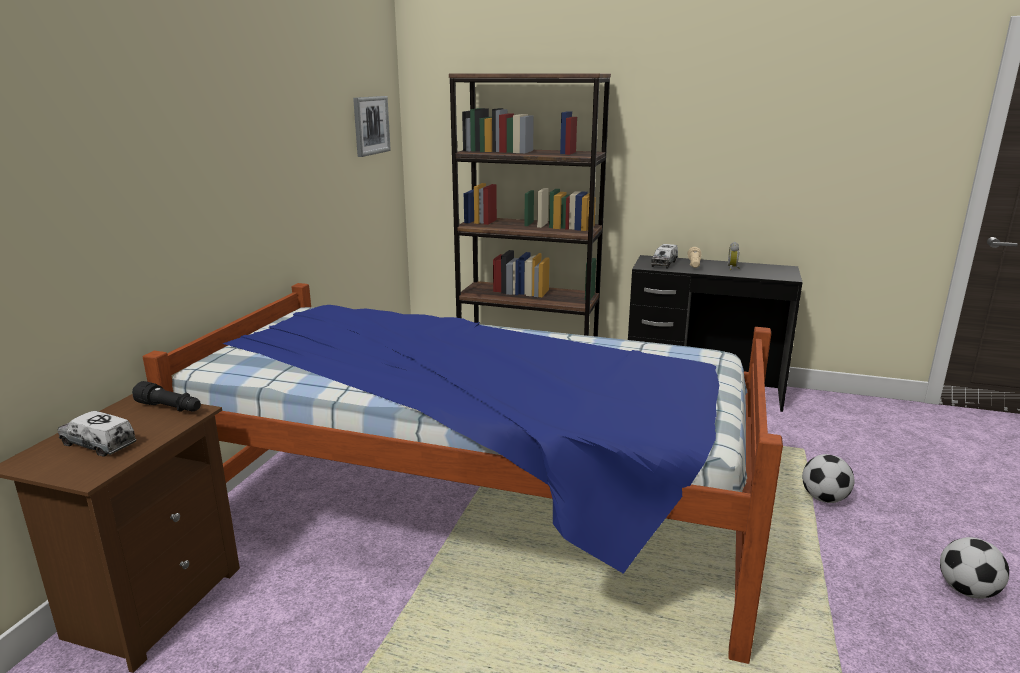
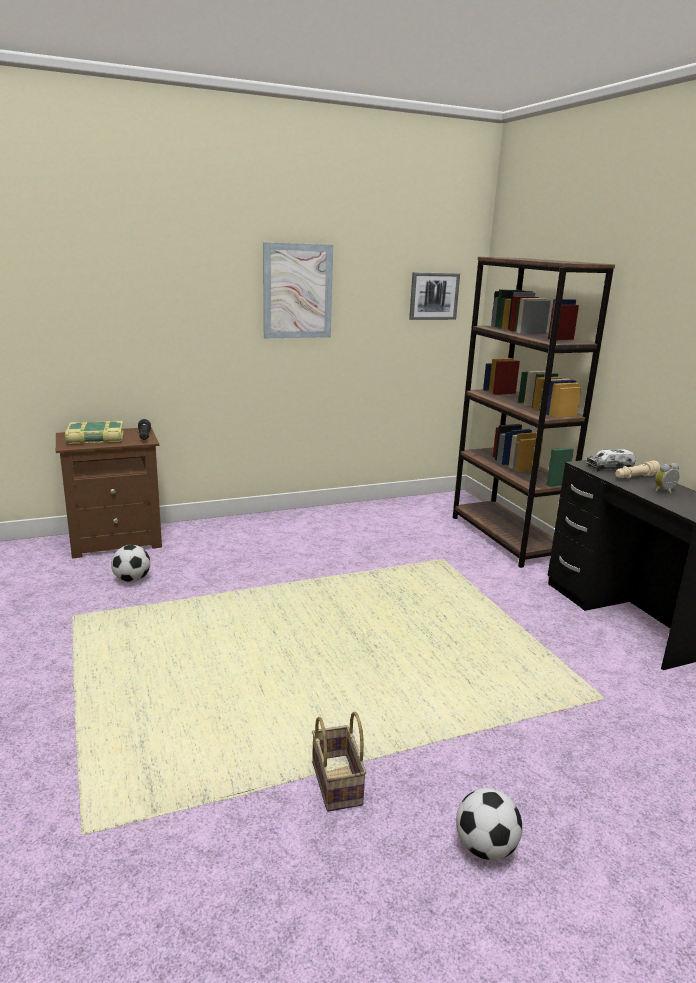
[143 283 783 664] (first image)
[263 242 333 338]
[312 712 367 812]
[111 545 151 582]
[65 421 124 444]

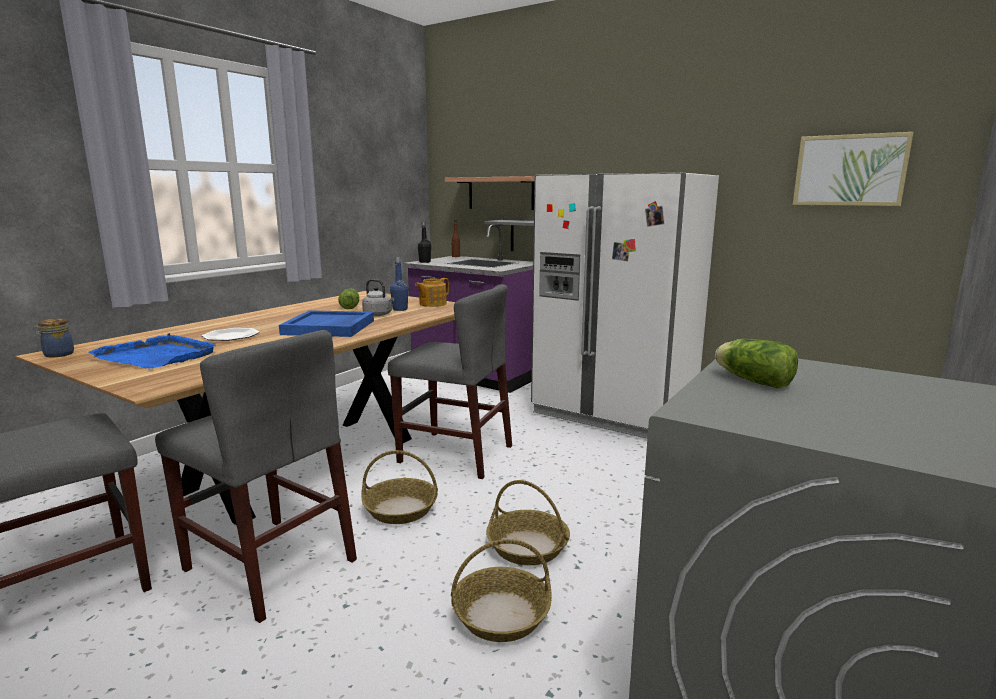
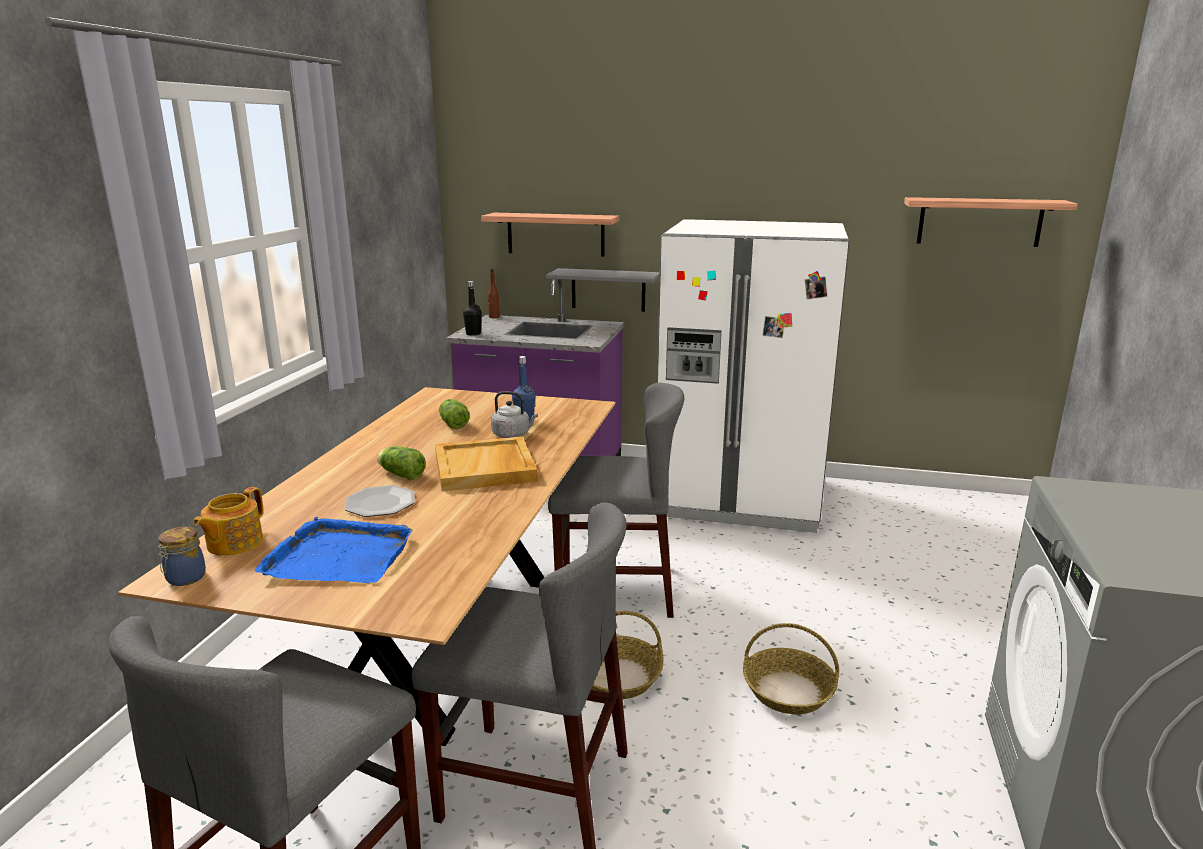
[451 539 552 642] (first image)
[193 487 264 556]
[377 446 426 479]
[904 197 1077 247]
[435 436 538 491]

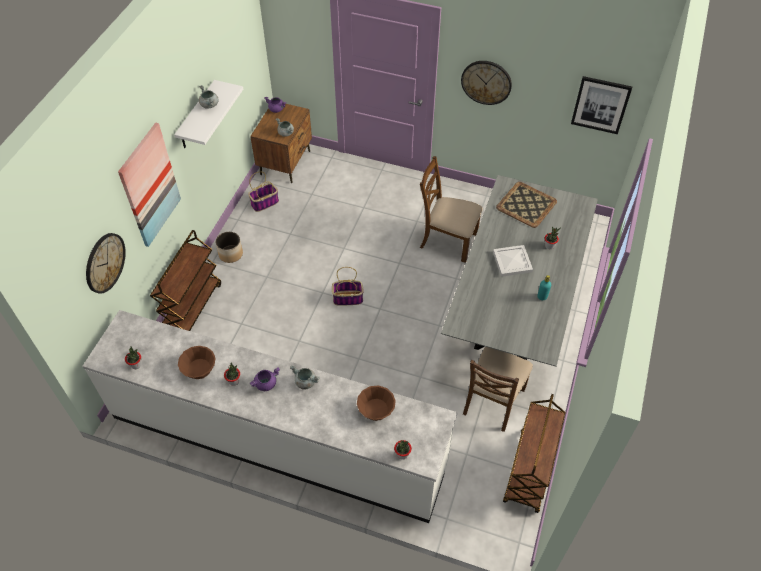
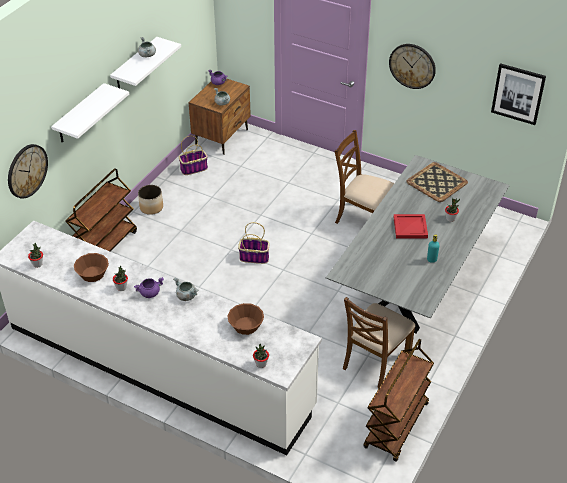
[51 83 129 142]
[393 214 428 239]

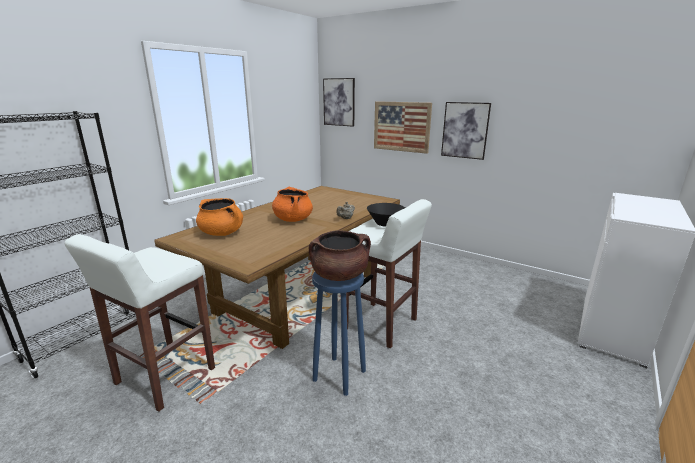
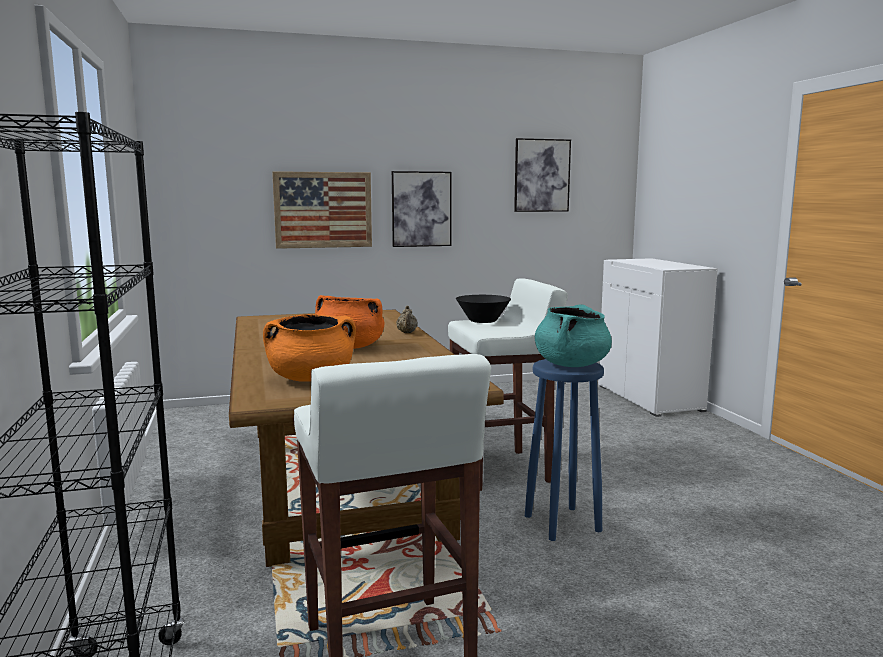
[514 138 571 212]
[535 304 612 367]

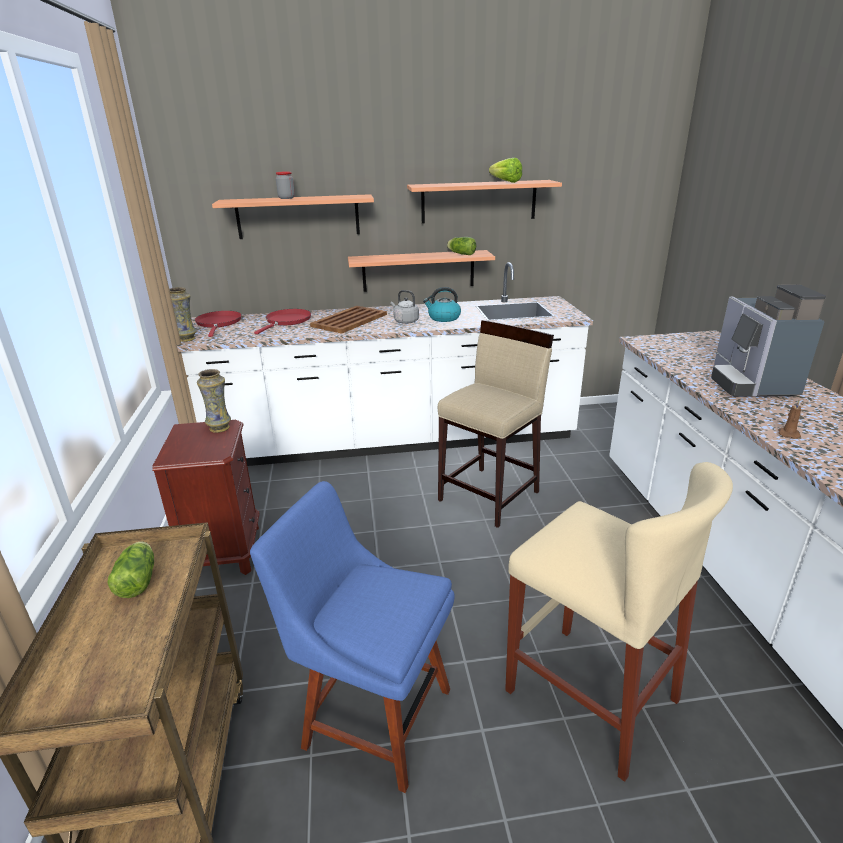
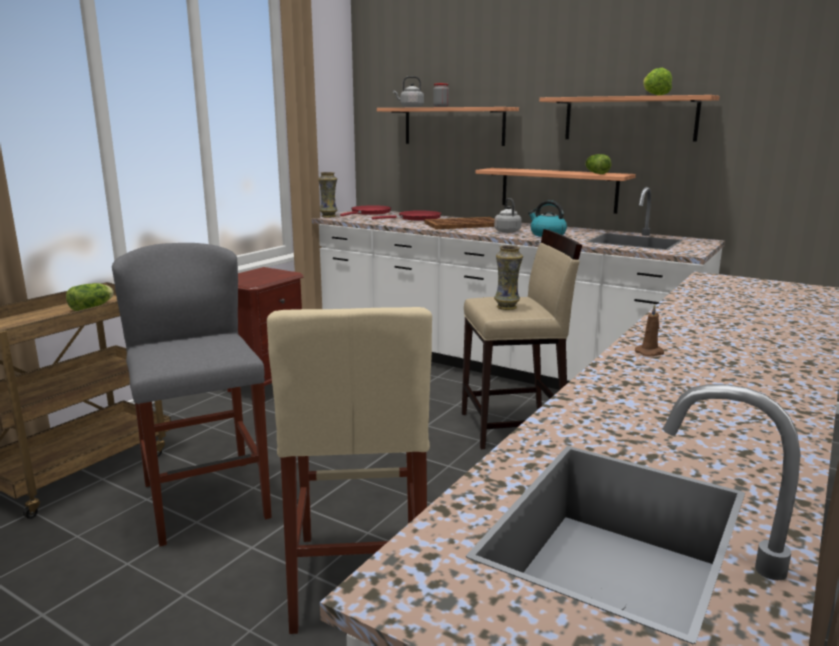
[711 284 826 397] (first image)
[393 76 424 108]
[494 245 523 310]
[112 243 272 547]

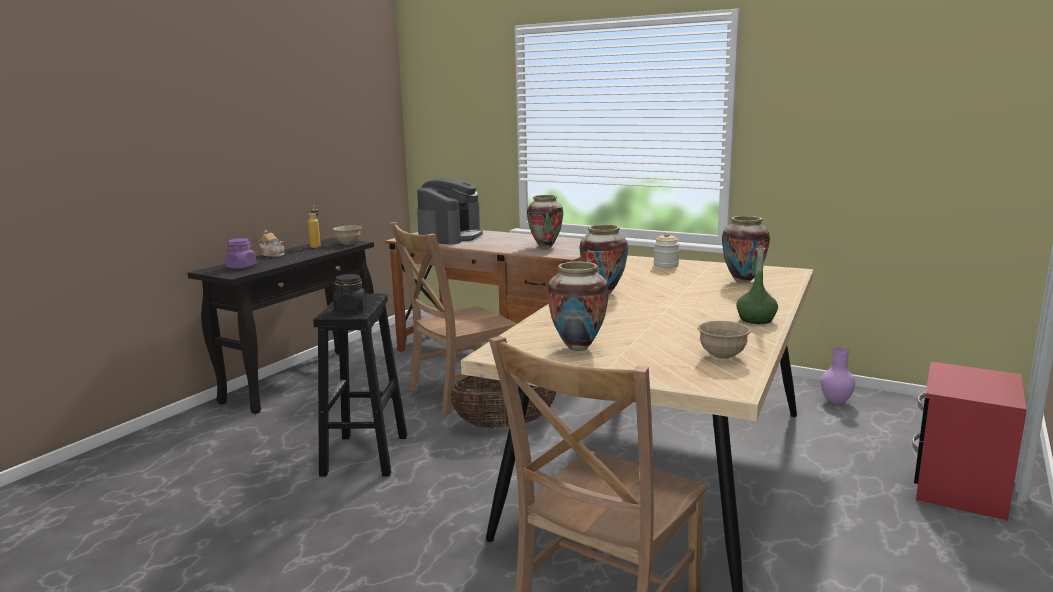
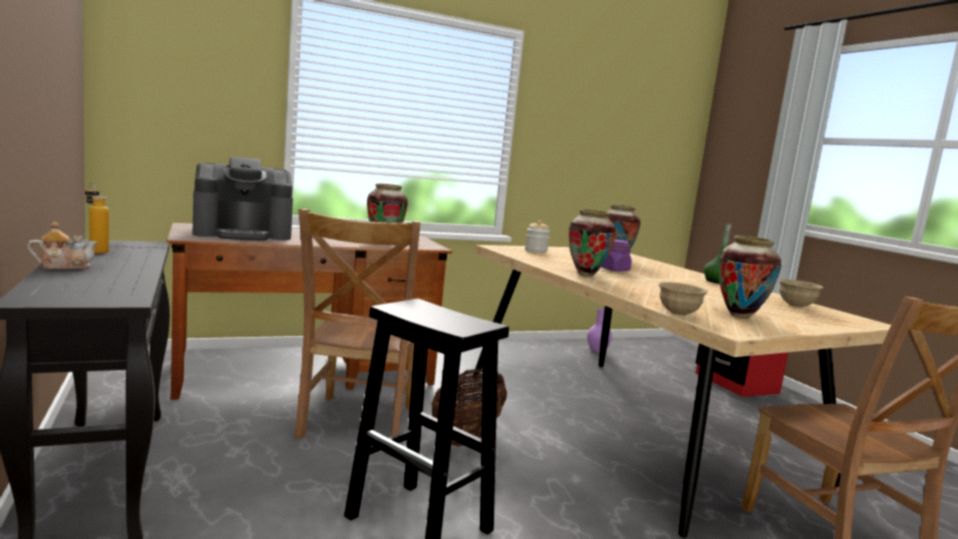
[333 274 367 312] (first image)
[601 239 632 272]
[659 282 708 316]
[193 157 293 241]

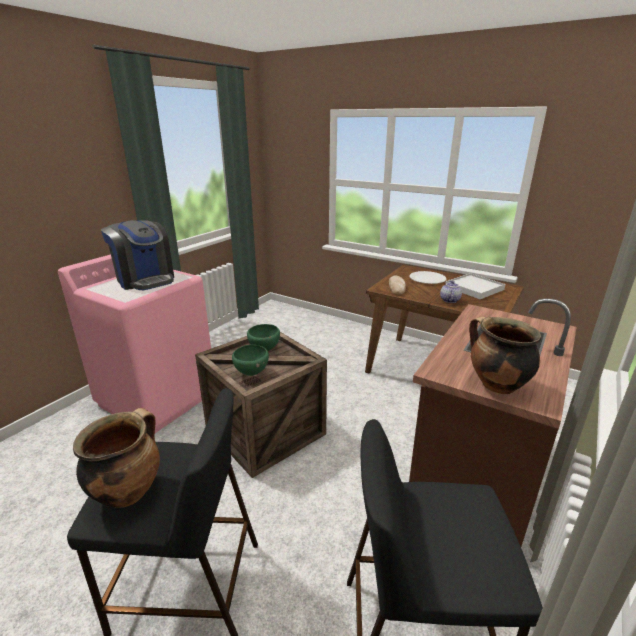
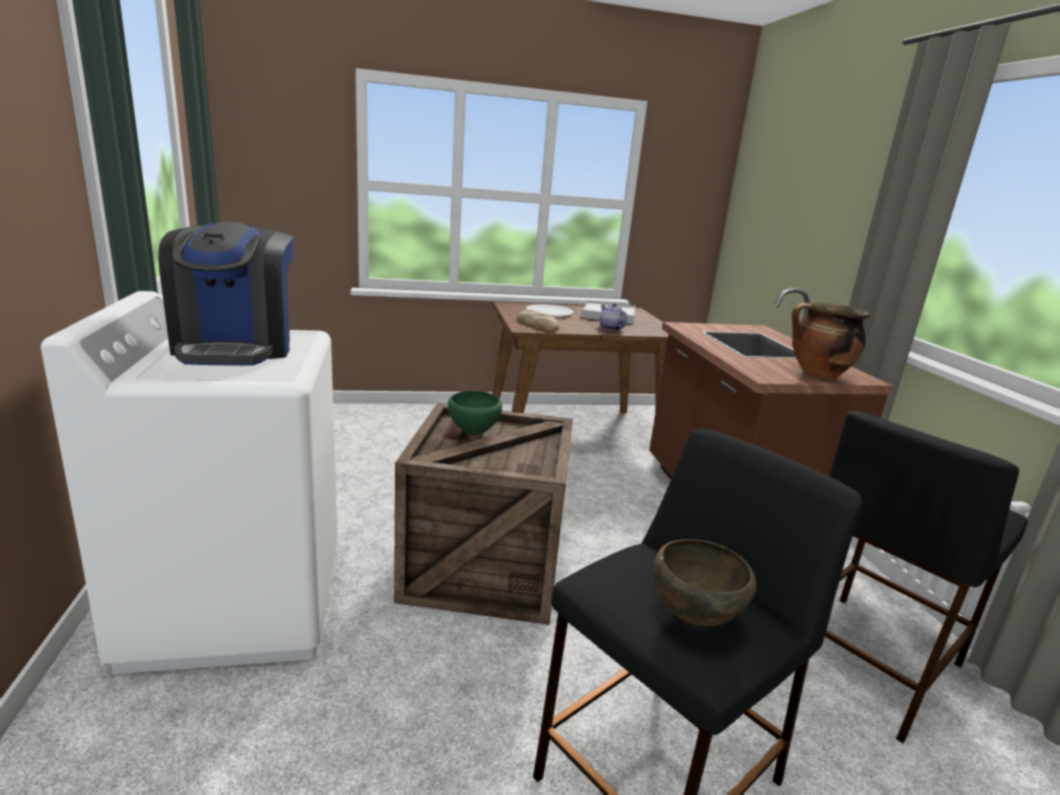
[232 345 269 376] (first image)
[654 539 756 627]
[41 291 338 674]
[158 222 294 366]

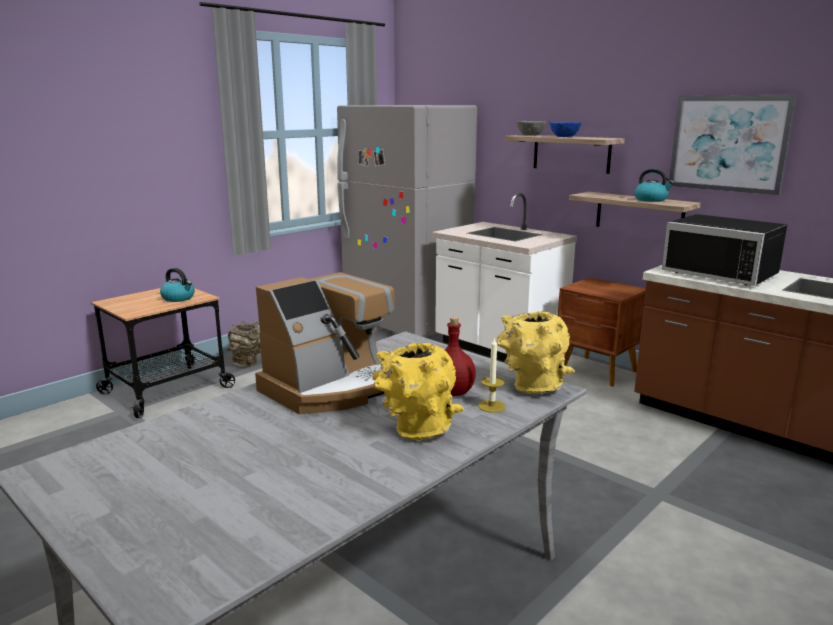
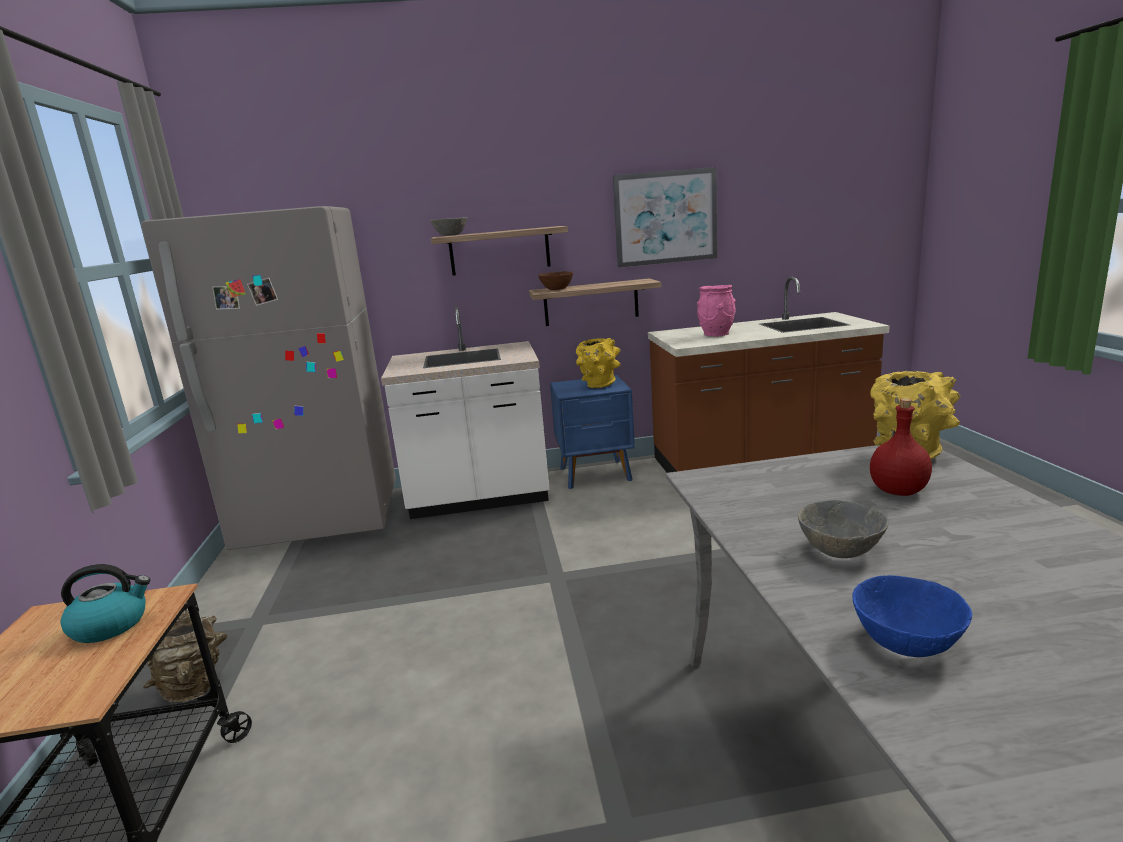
[478 337 506 413] (first image)
[634 169 674 202] (first image)
[538 271 573 290]
[576 338 621 388]
[853 575 972 657]
[798 500 889 558]
[697 285 736 337]
[550 375 635 489]

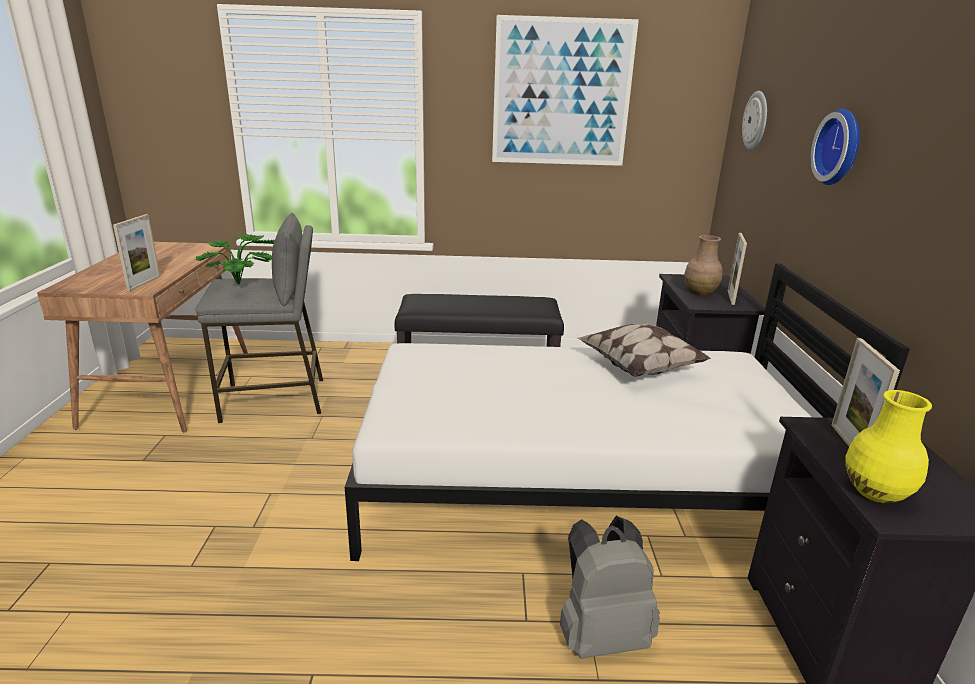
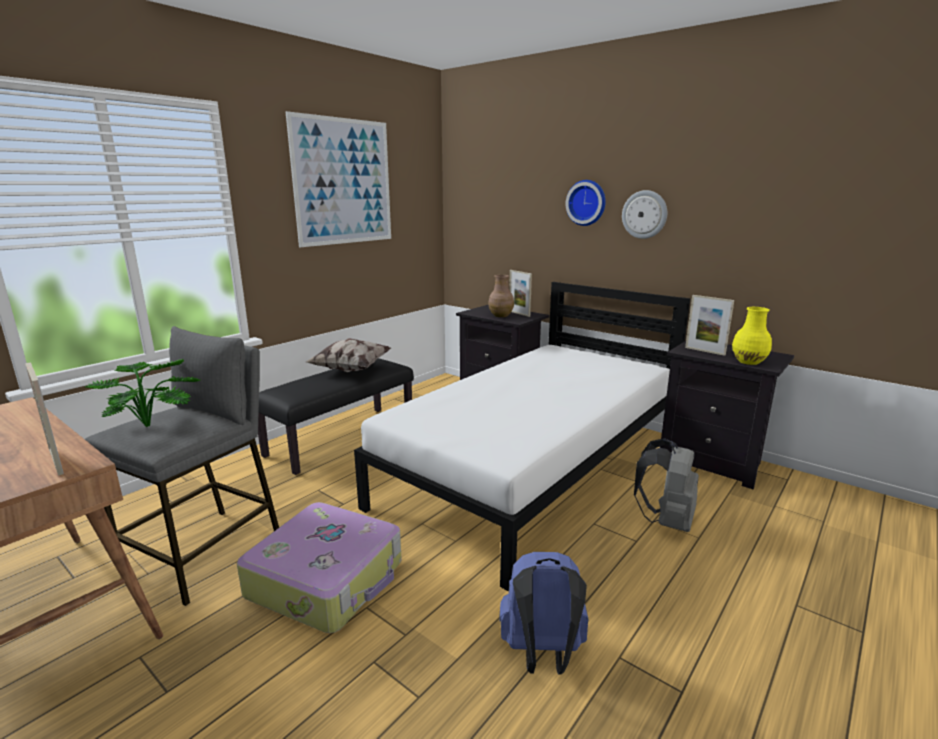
[237 502 402 633]
[499 552 588 675]
[306 338 391 372]
[622 190 667 239]

